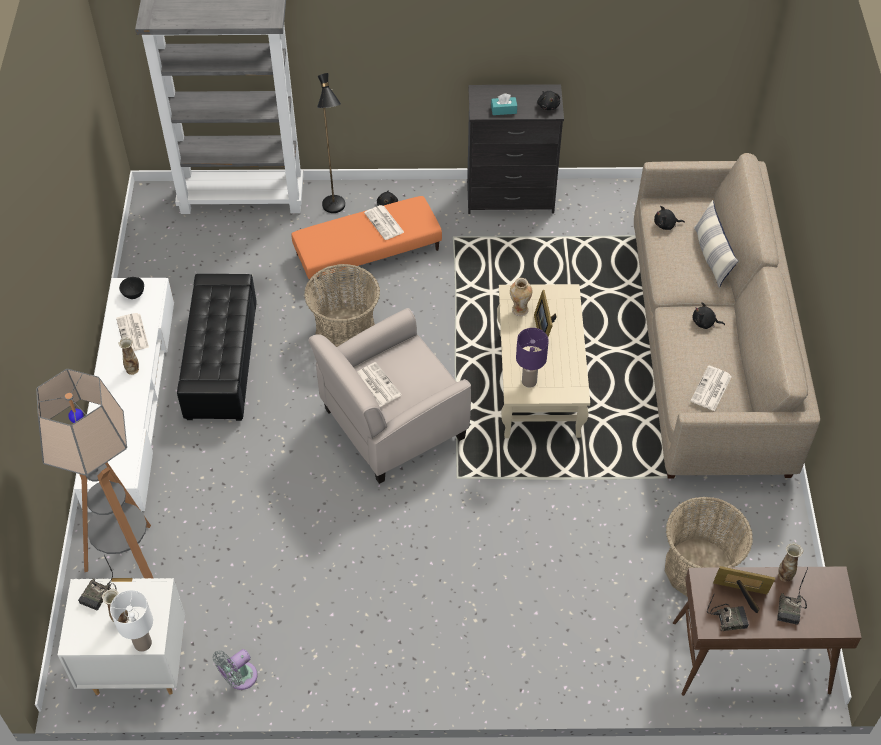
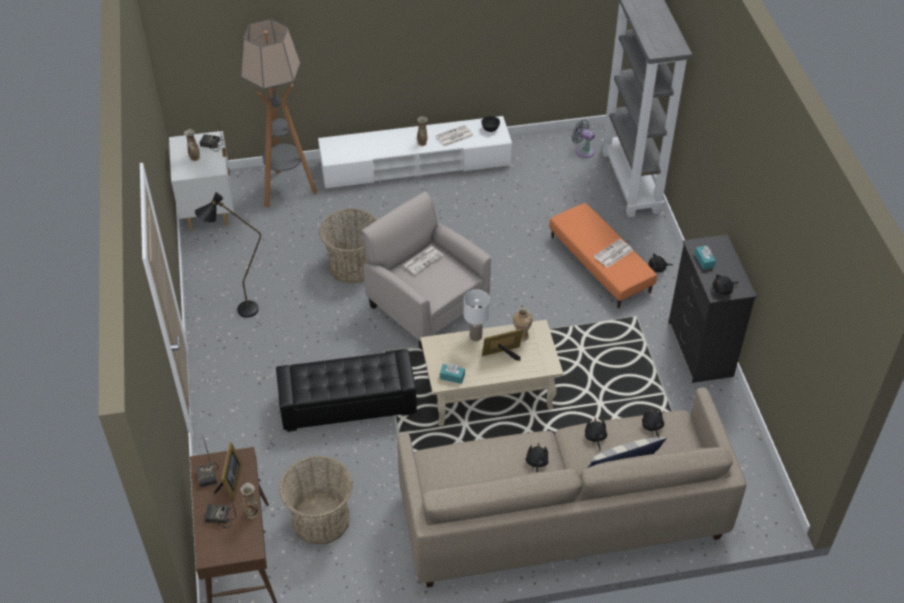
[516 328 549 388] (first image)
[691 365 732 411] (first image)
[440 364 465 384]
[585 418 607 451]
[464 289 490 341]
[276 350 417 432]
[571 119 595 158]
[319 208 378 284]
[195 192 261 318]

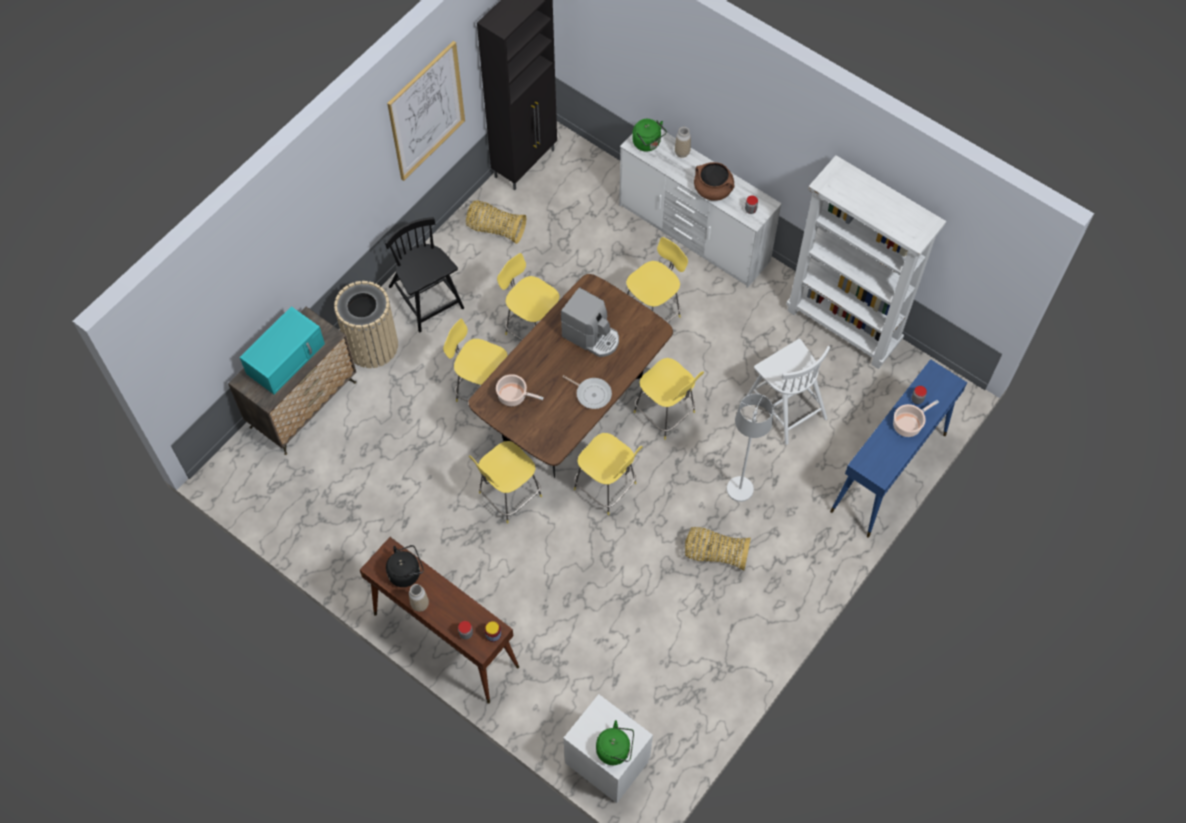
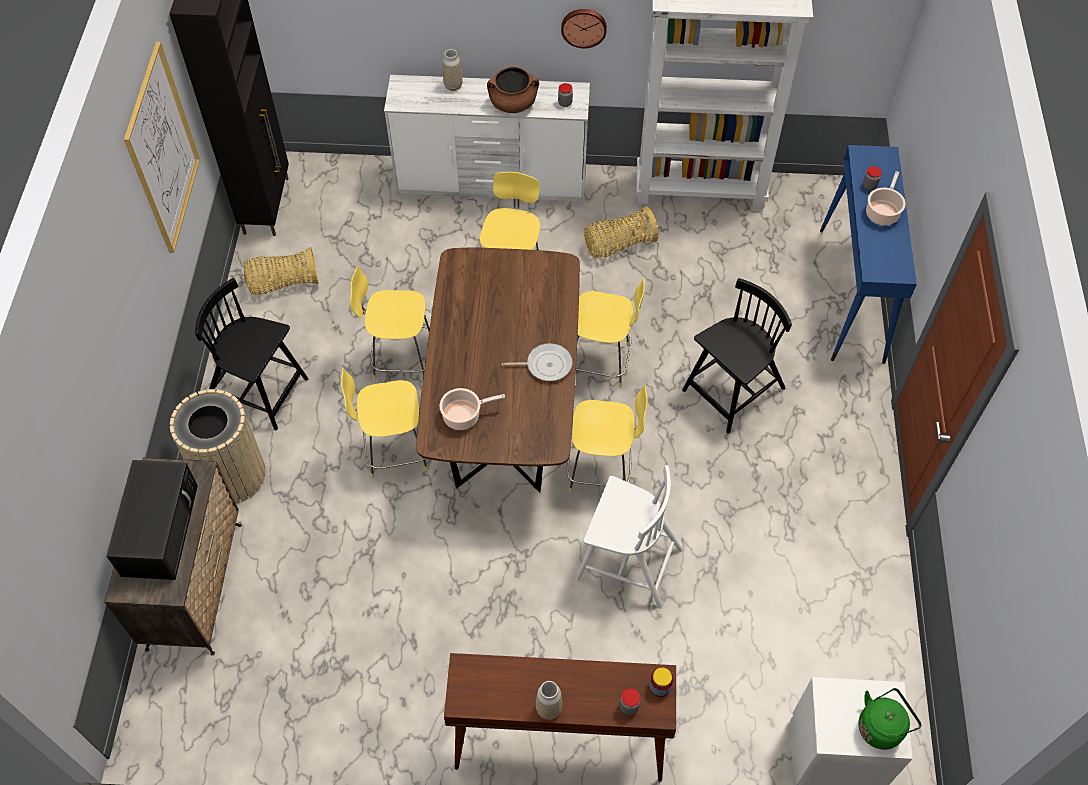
[386 545 424 587] (first image)
[469 441 542 523] (first image)
[561 287 619 357] (first image)
[632 119 667 151] (first image)
[561 9 607 48]
[584 206 658 258]
[576 465 683 609]
[682 278 792 434]
[106 460 198 580]

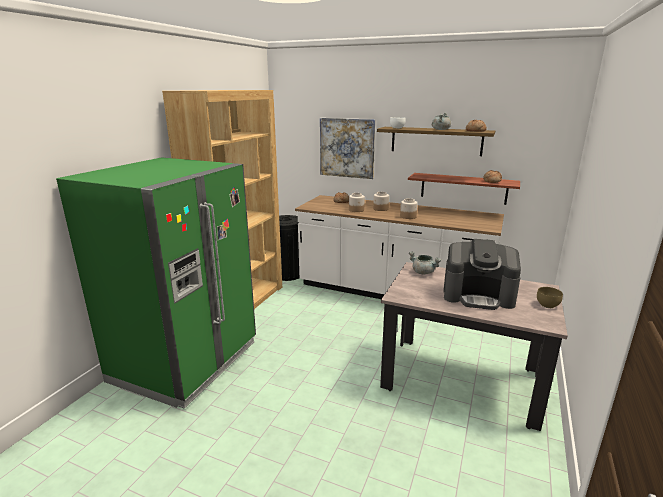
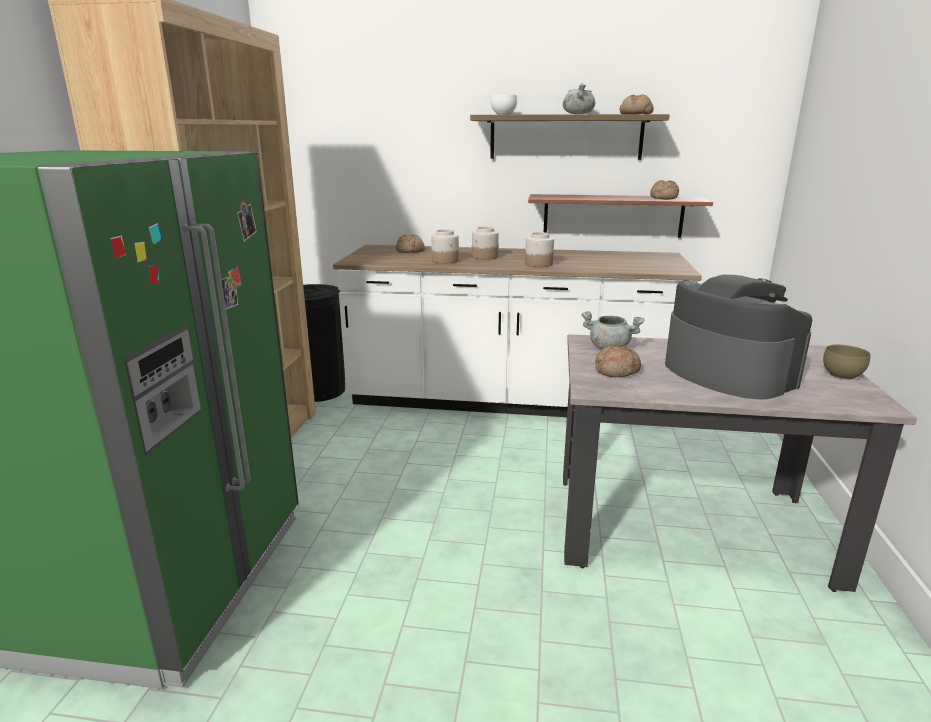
[320 118 376 179] (first image)
[595 344 641 377]
[665 275 812 399]

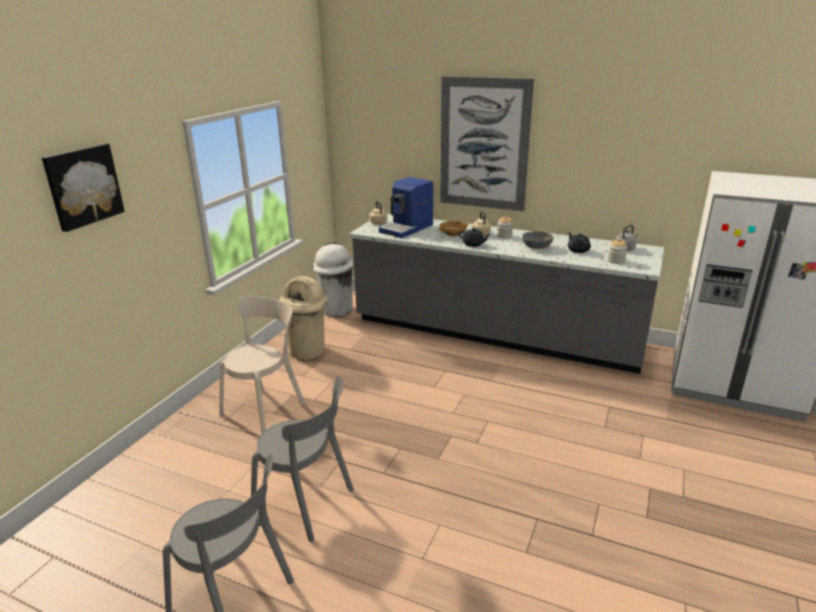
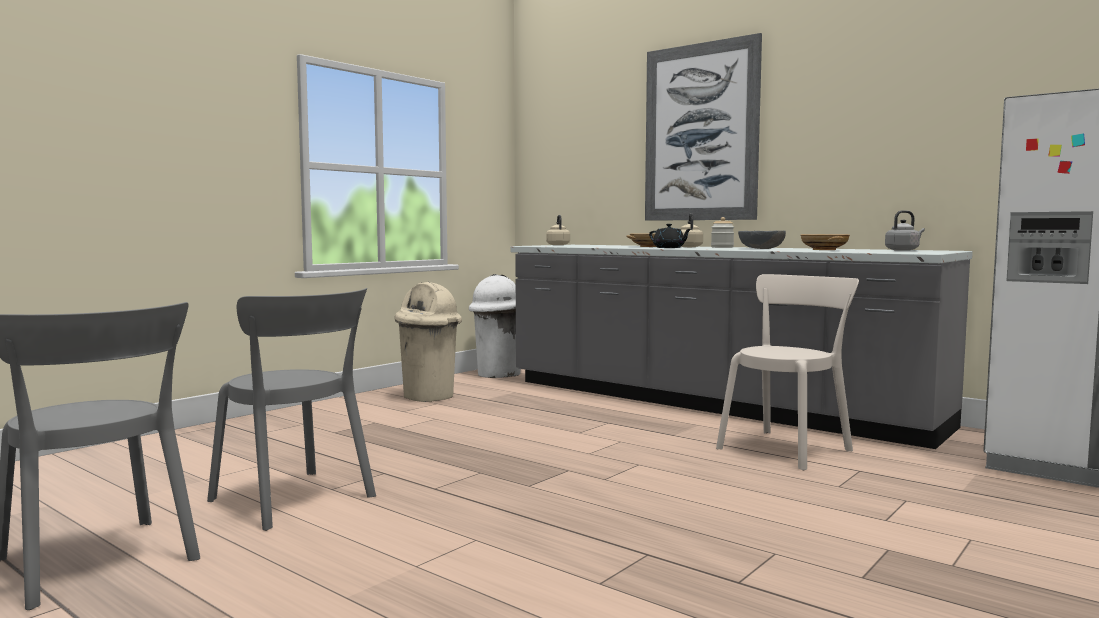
[42 144 125 232] (first image)
[379 177 433 238] (first image)
[608 239 627 264] (first image)
[716 274 859 470]
[801 234 850 250]

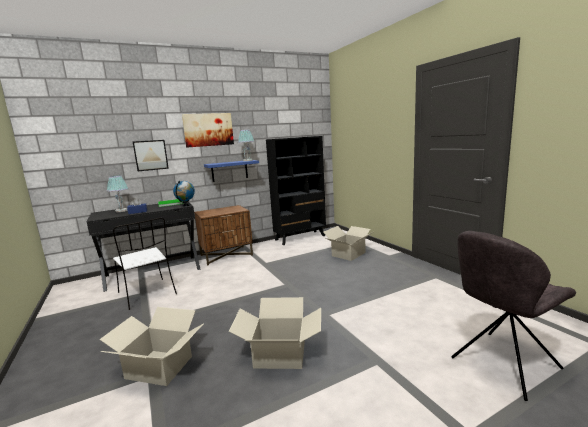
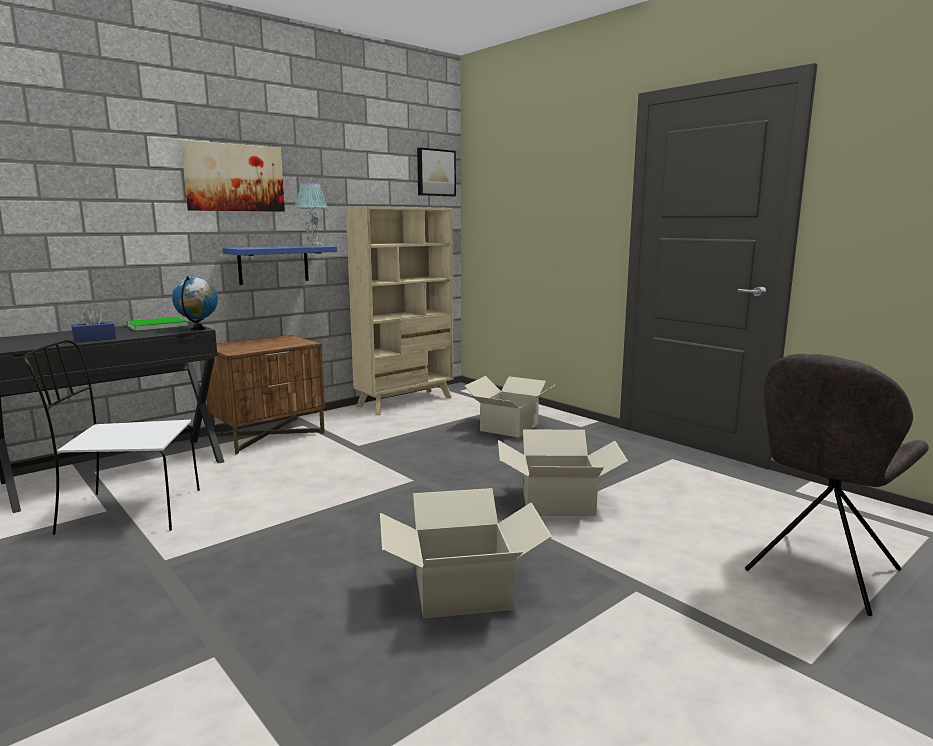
[107 175 128 212] (first image)
[498 429 628 516]
[417 148 456 196]
[346 206 453 415]
[24 340 200 535]

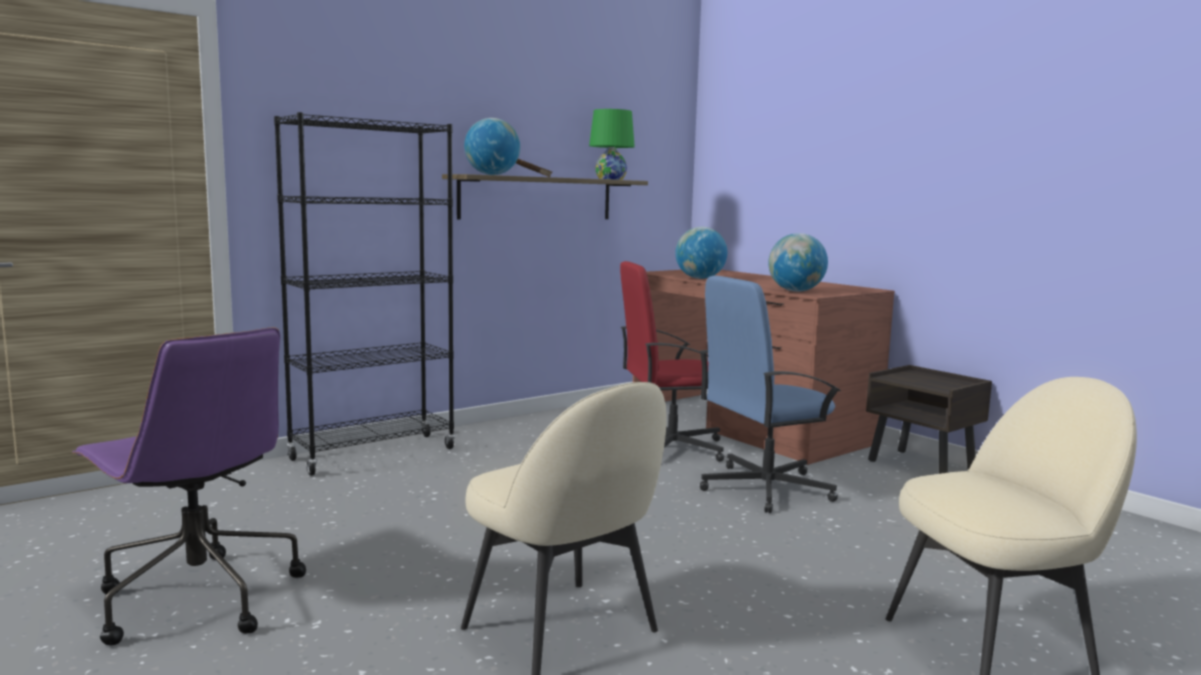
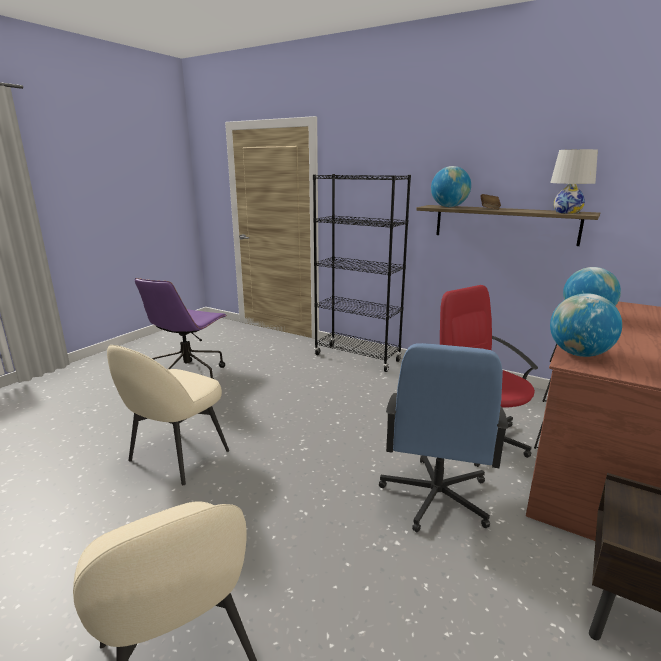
[550 149 598 214]
[379 343 509 532]

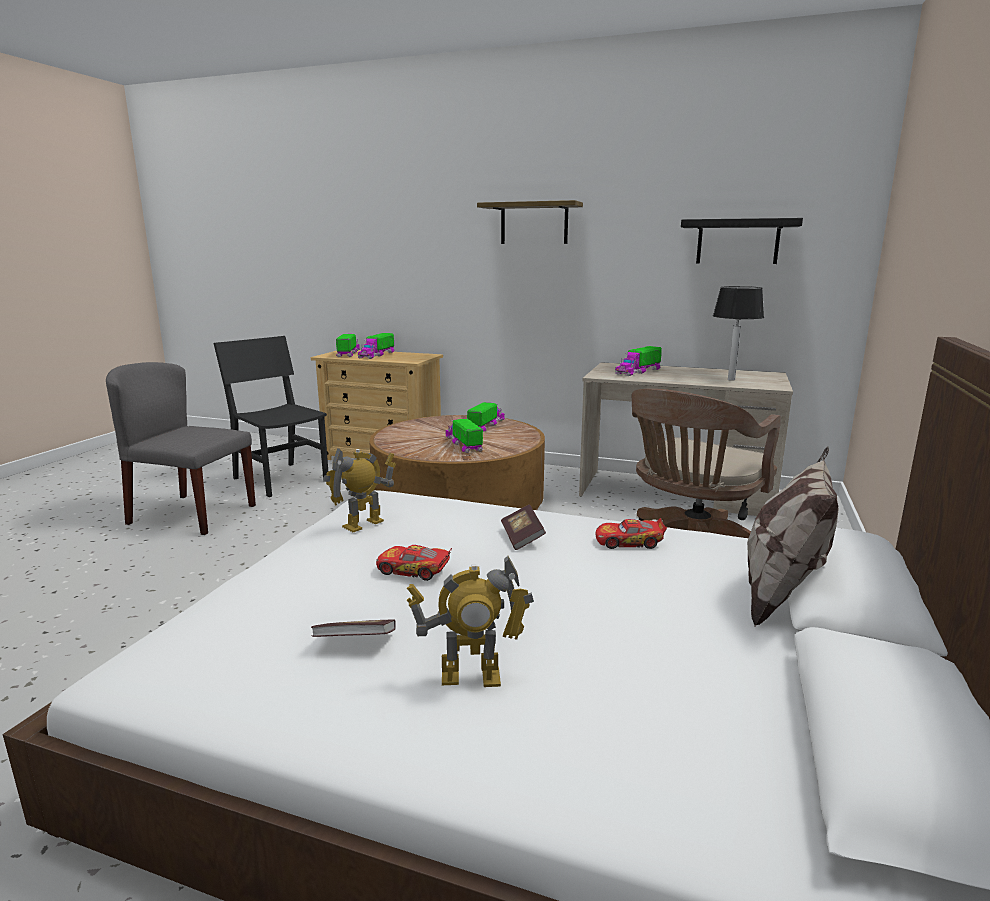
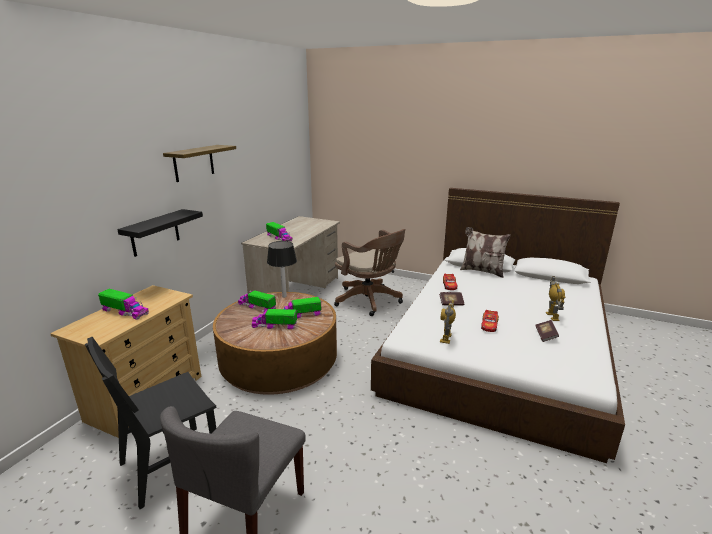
[251 309 297 329]
[117 209 203 257]
[267 241 297 298]
[440 300 456 344]

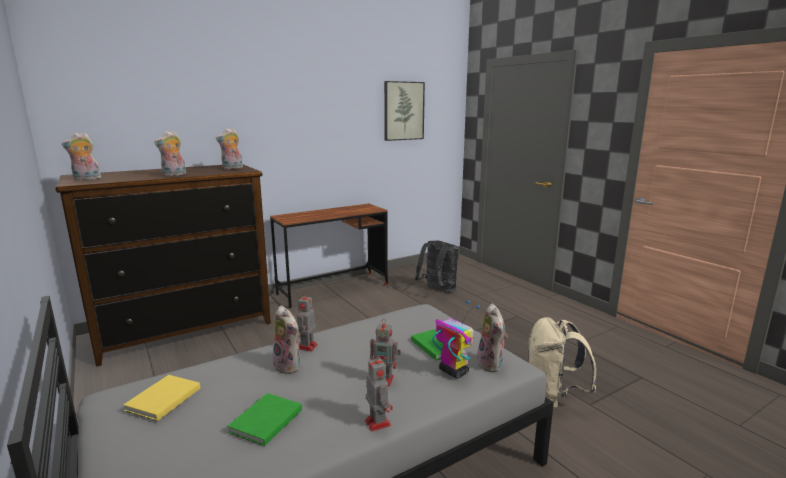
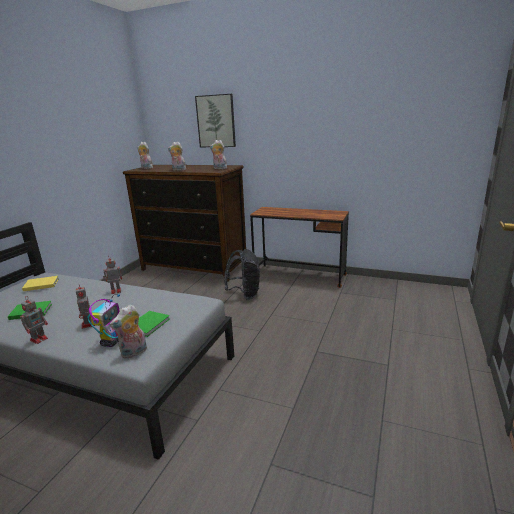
[272 305 300 374] (first image)
[528 317 596 410] (first image)
[195 94 236 147]
[224 249 260 300]

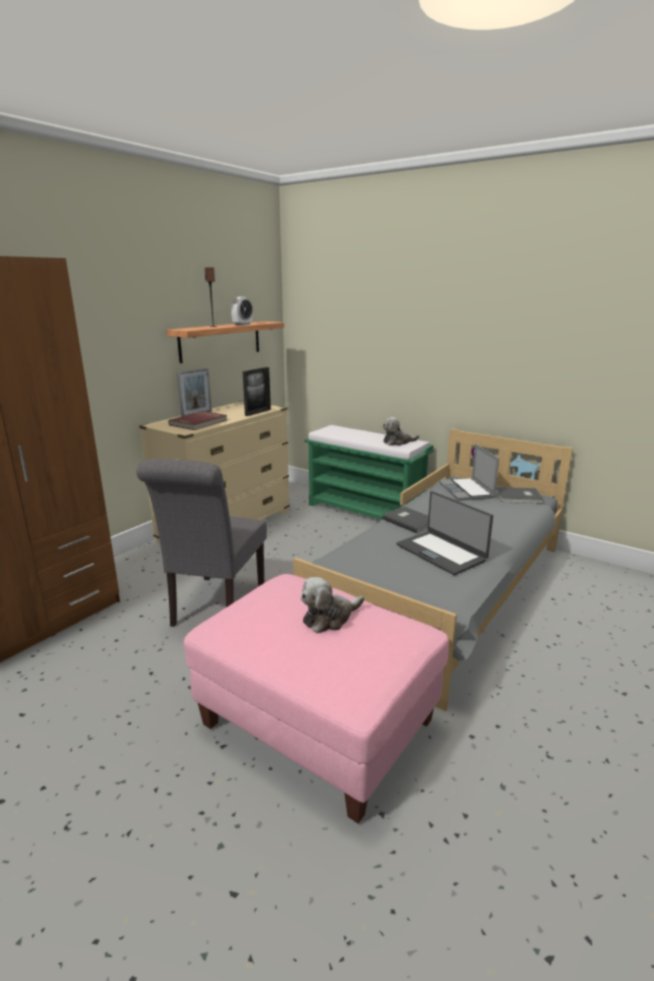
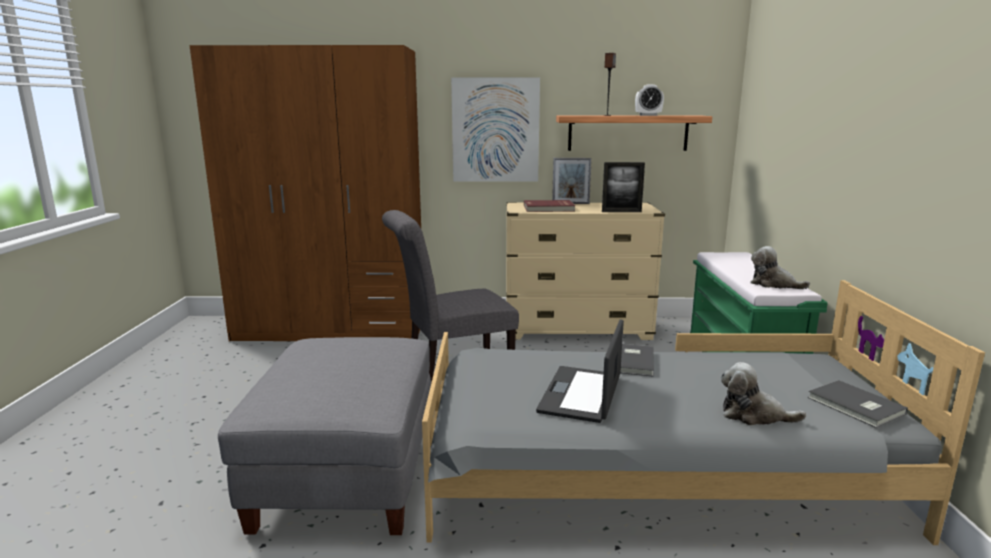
[439 444 499 501] (first image)
[451 77 540 182]
[721 362 806 425]
[218 337 431 535]

